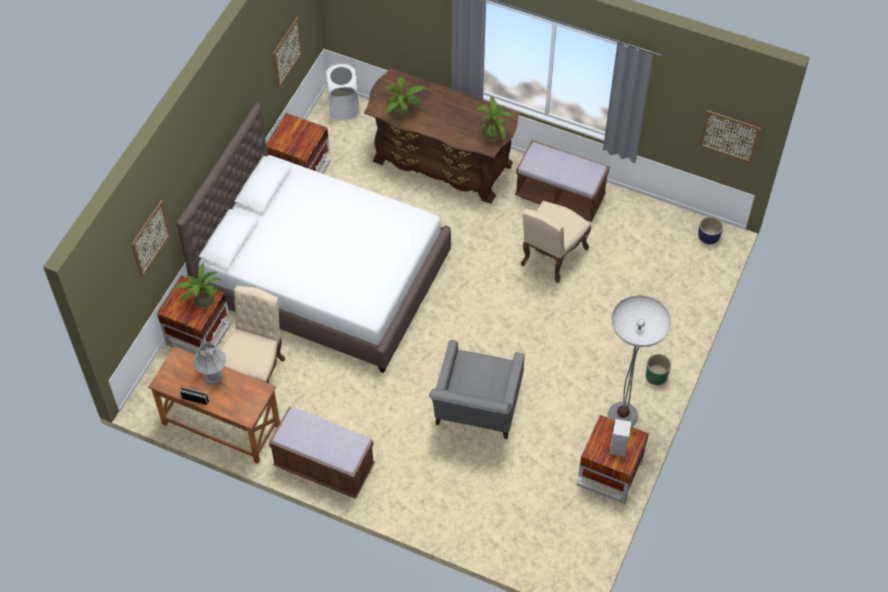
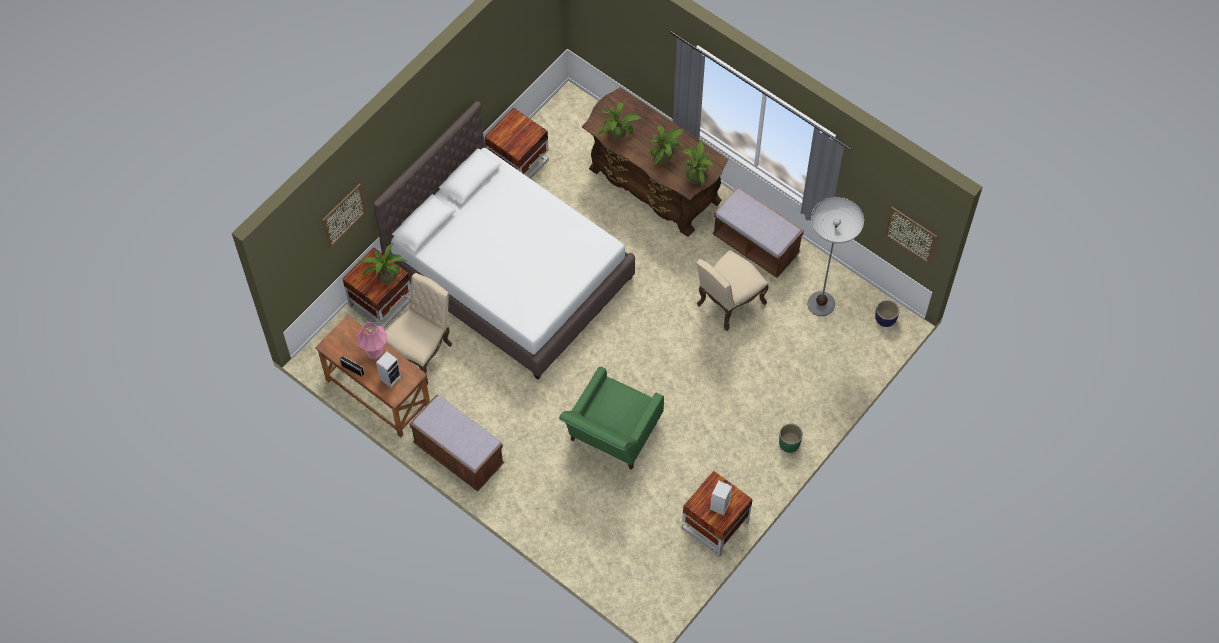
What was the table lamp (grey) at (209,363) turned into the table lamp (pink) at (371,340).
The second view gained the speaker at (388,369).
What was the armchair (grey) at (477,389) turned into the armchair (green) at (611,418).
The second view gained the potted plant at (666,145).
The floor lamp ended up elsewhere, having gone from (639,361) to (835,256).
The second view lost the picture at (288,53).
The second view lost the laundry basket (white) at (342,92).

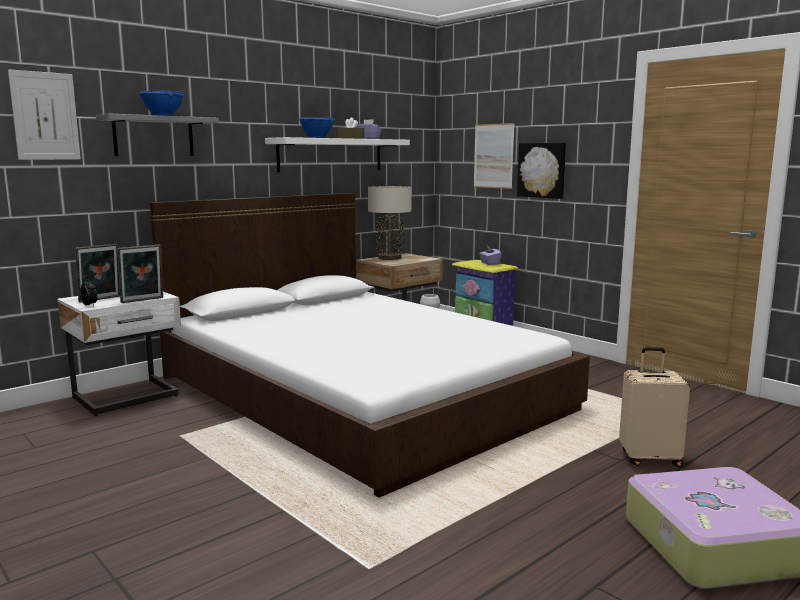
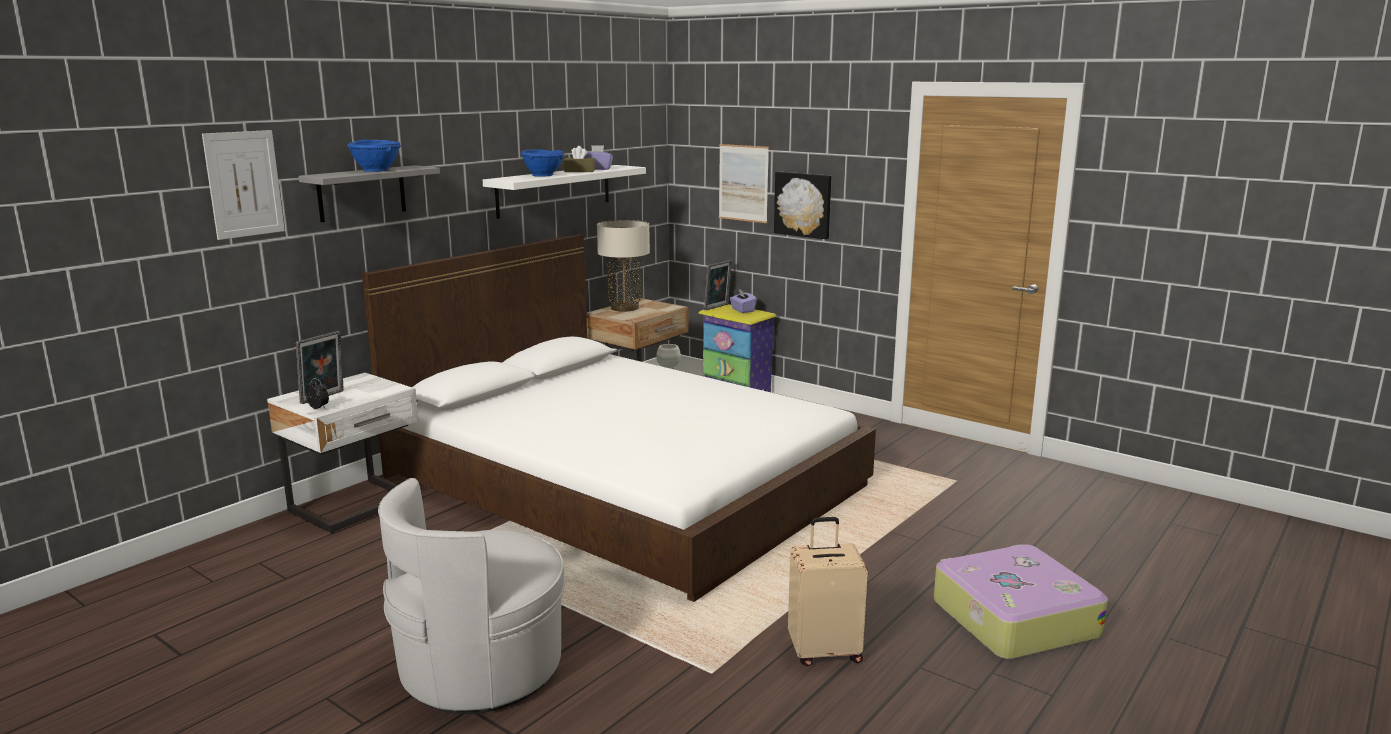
The second view gained the armchair (white) at (471,596).
The picture frame ended up elsewhere, having gone from (140,274) to (718,285).
The suitcase (beige) ended up elsewhere, having gone from (654,407) to (828,591).

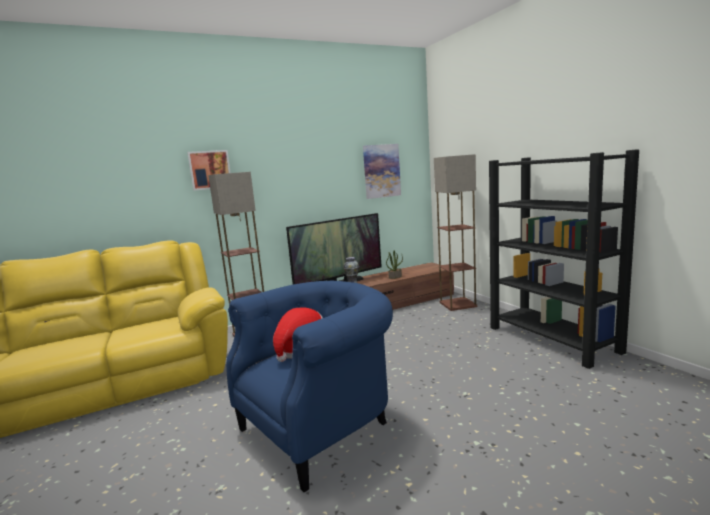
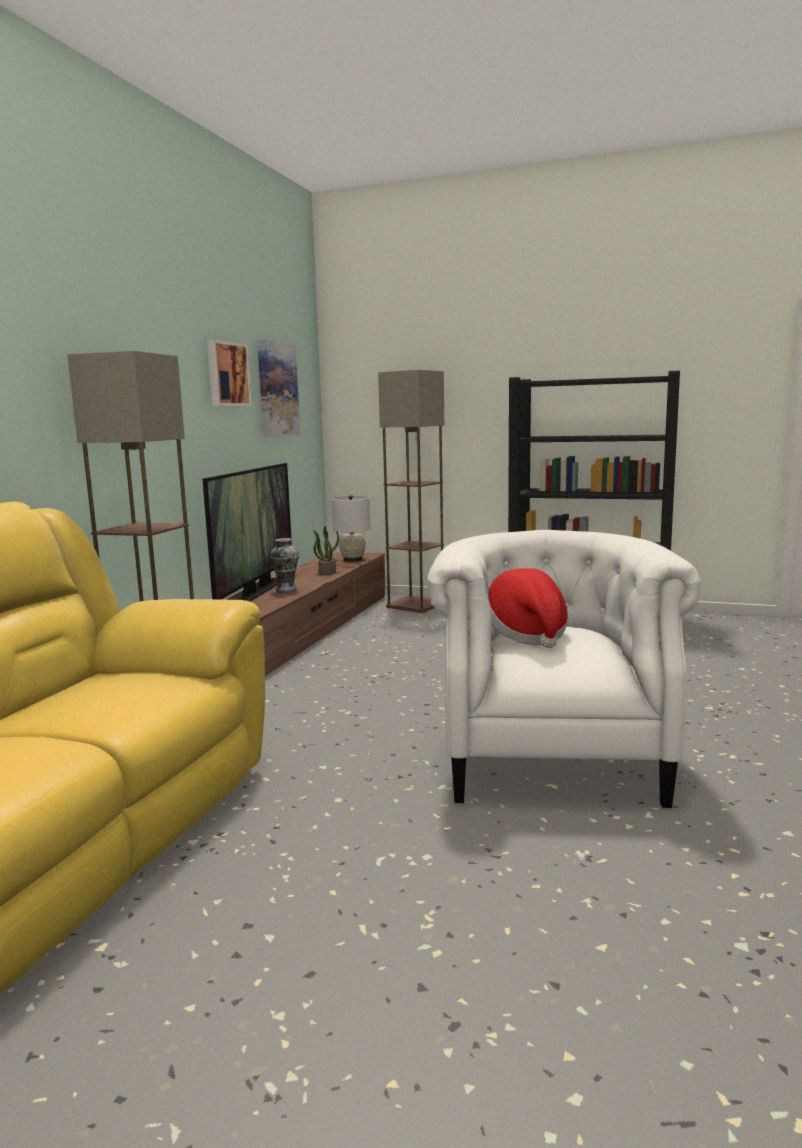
The picture ended up elsewhere, having gone from (209,170) to (229,373).
The second view gained the table lamp (white) at (351,528).
What was the armchair (blue) at (309,386) turned into the armchair (white) at (564,669).

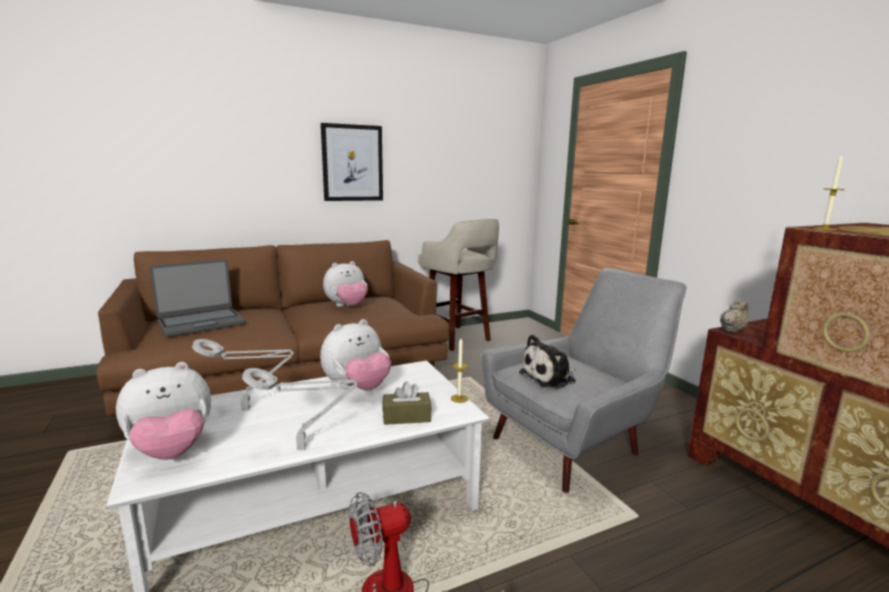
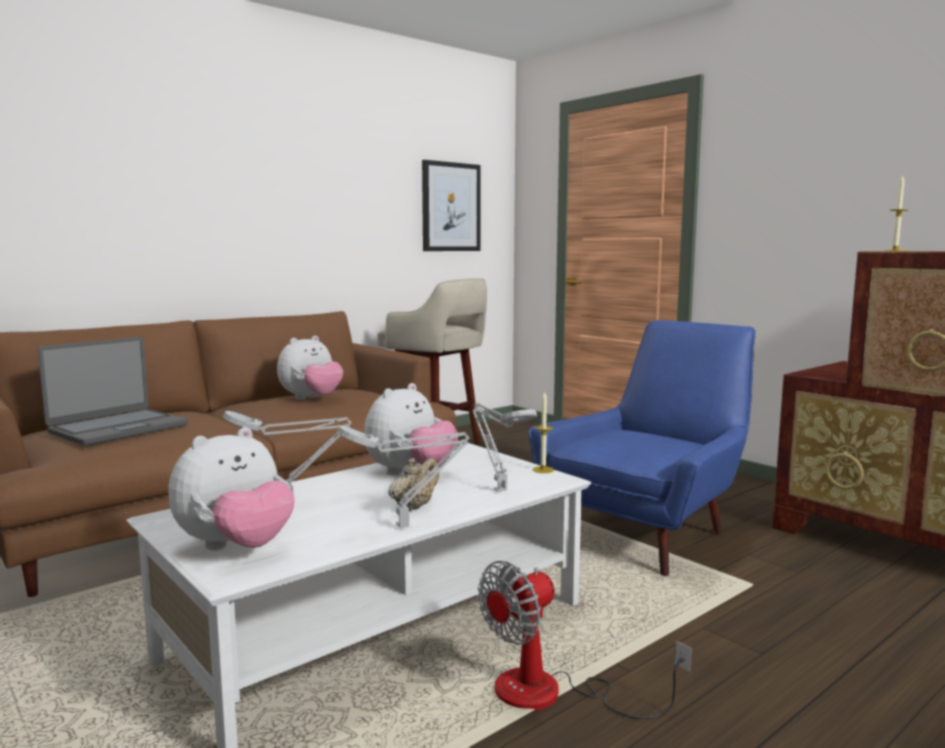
The teapot (beige) ended up elsewhere, having gone from (734,316) to (413,484).
The picture ended up elsewhere, having gone from (352,162) to (451,205).
Where the tissue box (brown) stood at (407,403), the table lamp (grey) came to stand at (504,447).
What was the armchair (grey) at (583,380) turned into the armchair (blue) at (642,448).
The second view lost the plush toy at (547,362).

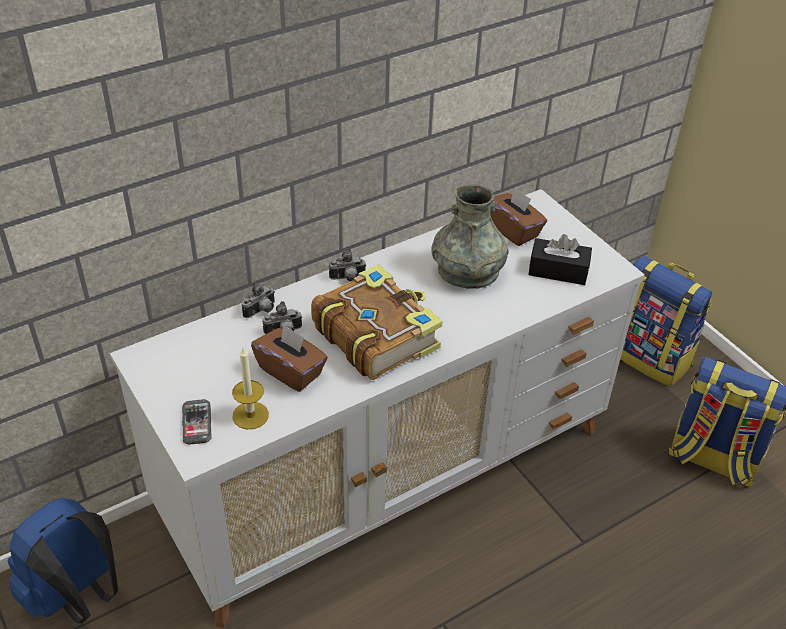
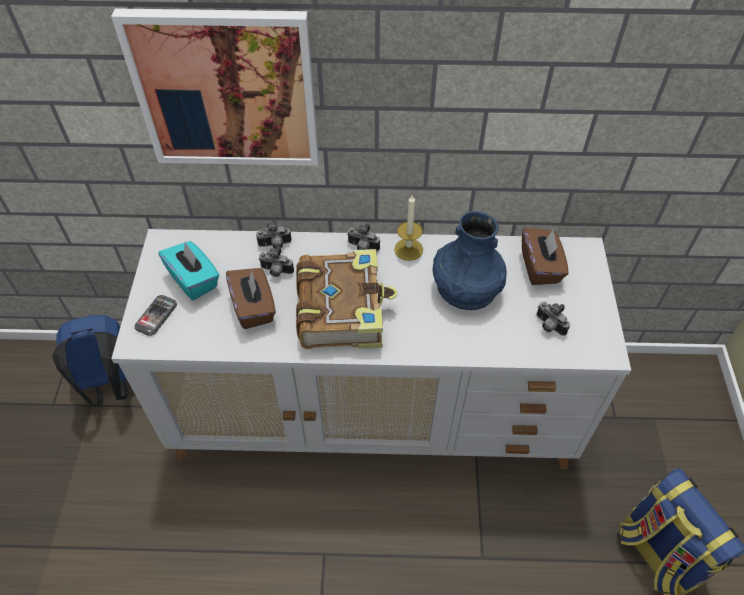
The second view gained the picture at (215,87).
The second view gained the tissue box (turquoise) at (188,270).
The candle ended up elsewhere, having gone from (250,388) to (408,228).
What was the vase (grey) at (469,236) turned into the vase (blue) at (469,260).
Where the tissue box (black) stood at (560,259), the photo camera came to stand at (553,319).
The second view lost the backpack at (666,321).

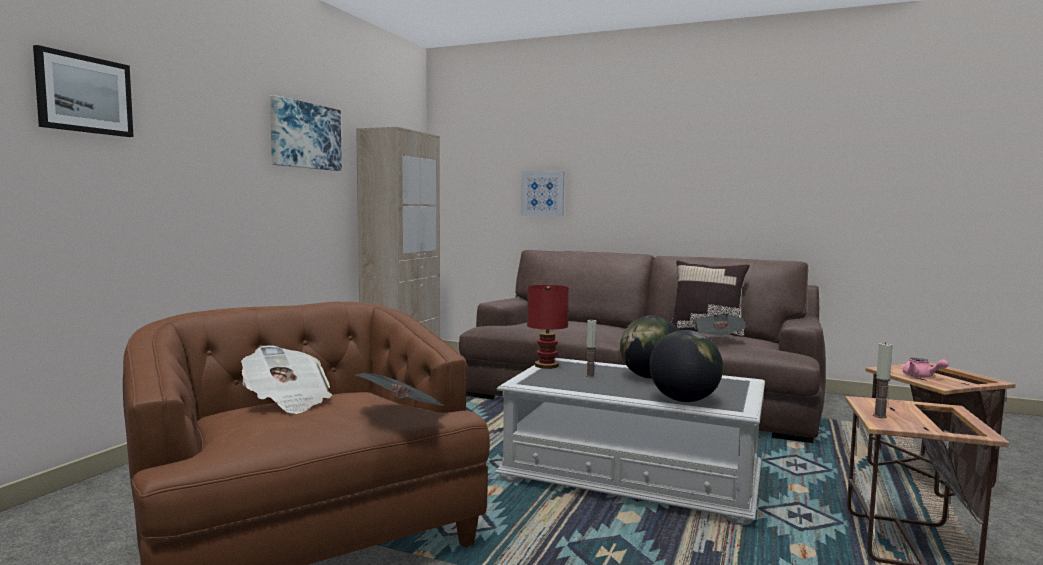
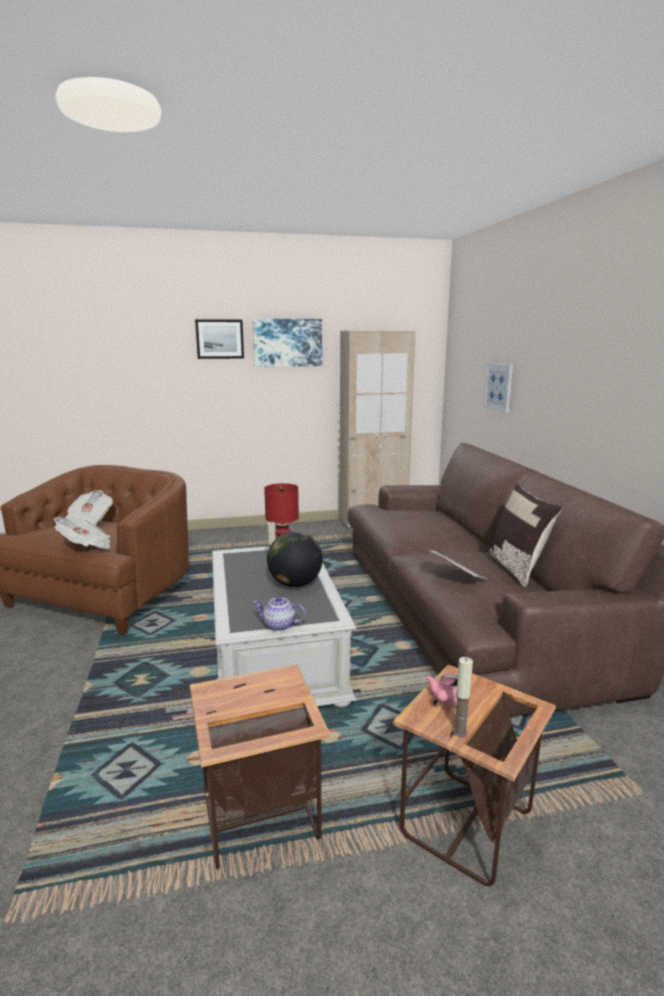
The picture ended up elsewhere, having gone from (83,91) to (219,339).
The second view gained the teapot at (279,613).
The candle ended up elsewhere, having gone from (882,380) to (463,697).
The second view lost the globe at (686,366).

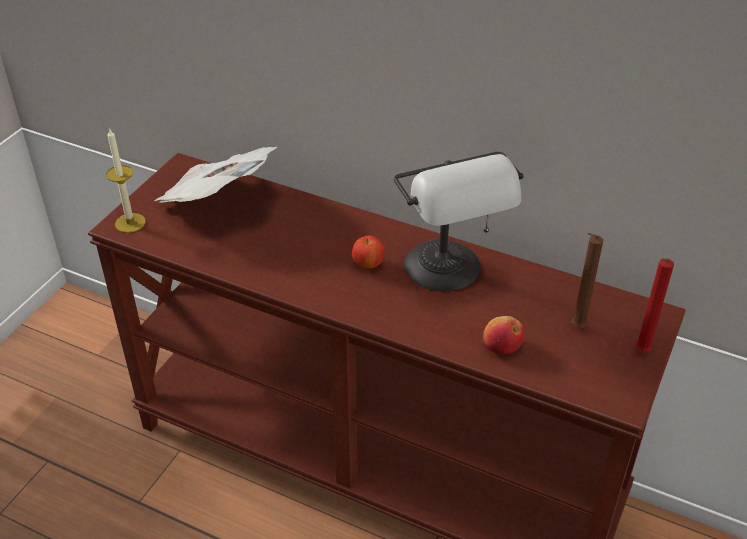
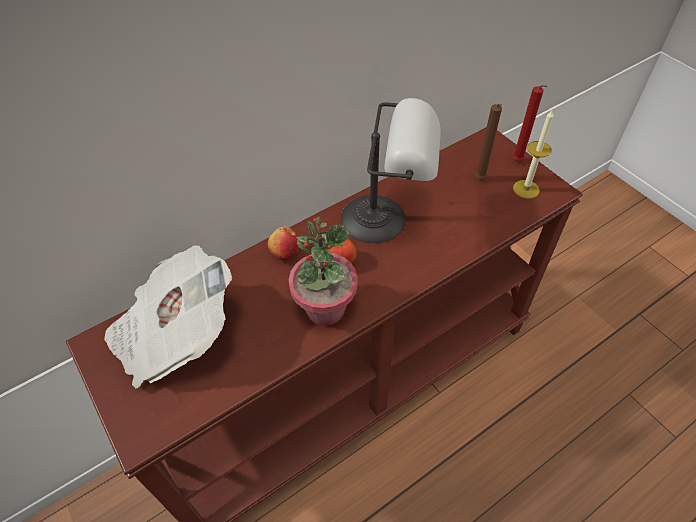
The apple ended up elsewhere, having gone from (503,335) to (283,243).
The second view gained the potted plant at (323,271).
The candle ended up elsewhere, having gone from (126,180) to (533,154).

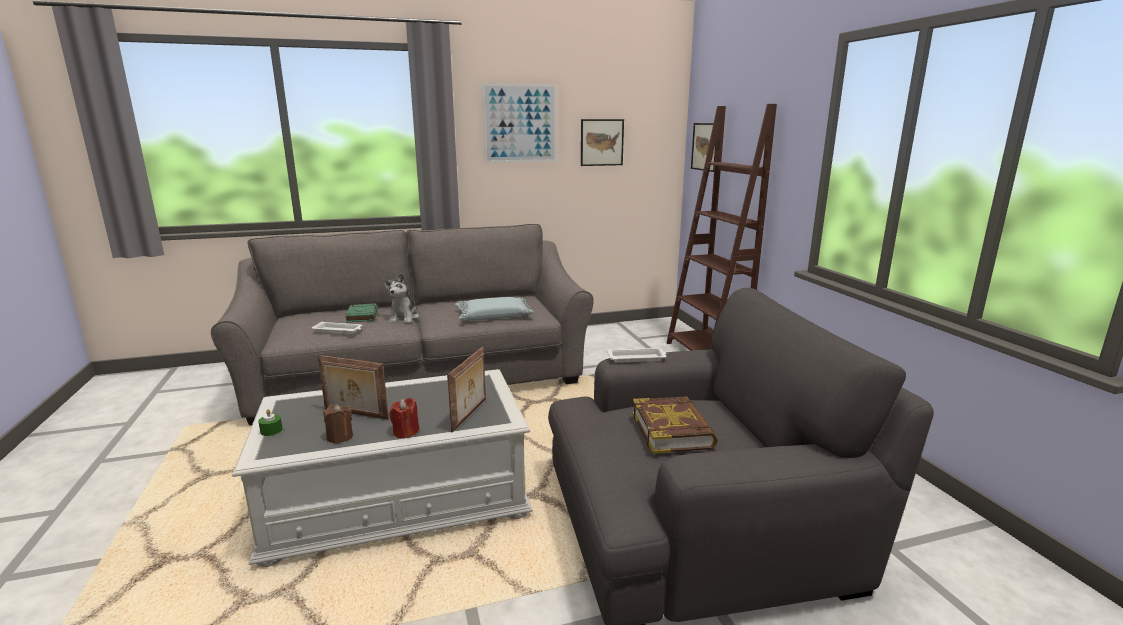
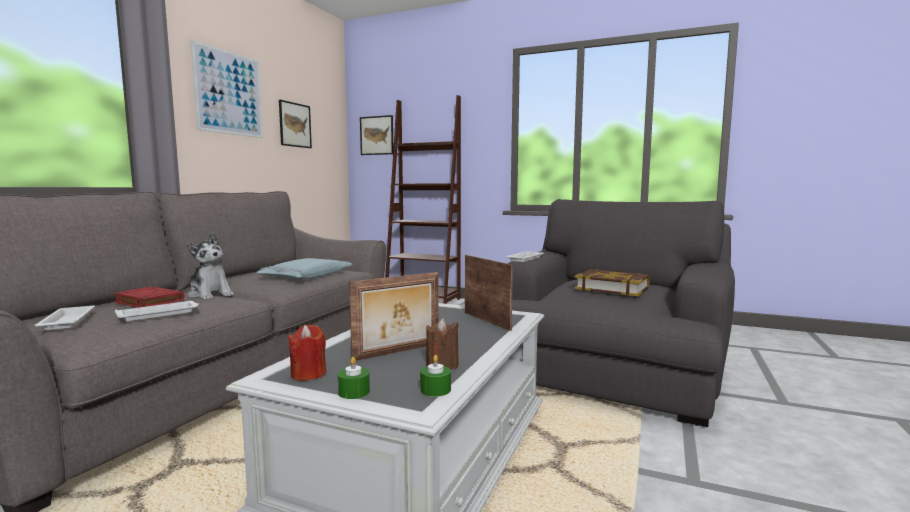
The second view gained the tray (white) at (65,318).
What was the book (green) at (361,313) turned into the book (red) at (148,297).
The candle (red) ended up elsewhere, having gone from (404,418) to (307,353).
The second view gained the candle (green) at (435,376).

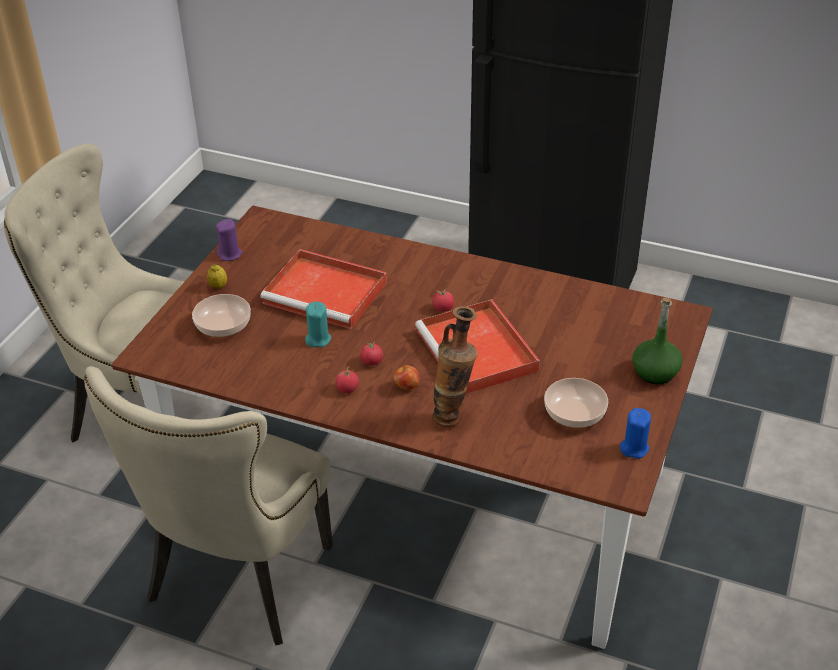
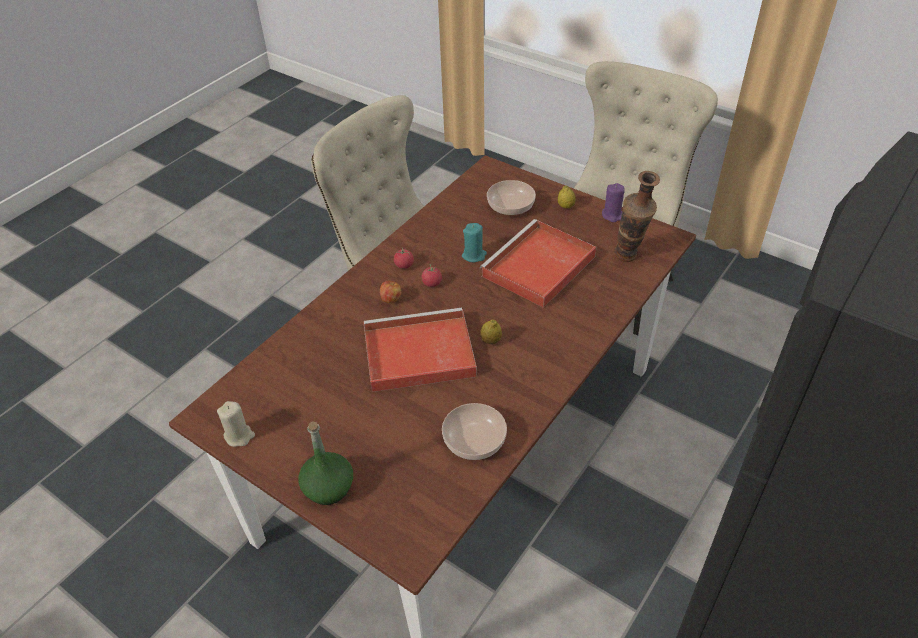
What was the candle (blue) at (635,433) turned into the candle (beige) at (236,424).
The bowl ended up elsewhere, having gone from (576,403) to (474,431).
Where the tomato stood at (443,301), the lemon came to stand at (491,332).
The vase ended up elsewhere, having gone from (455,366) to (637,216).

